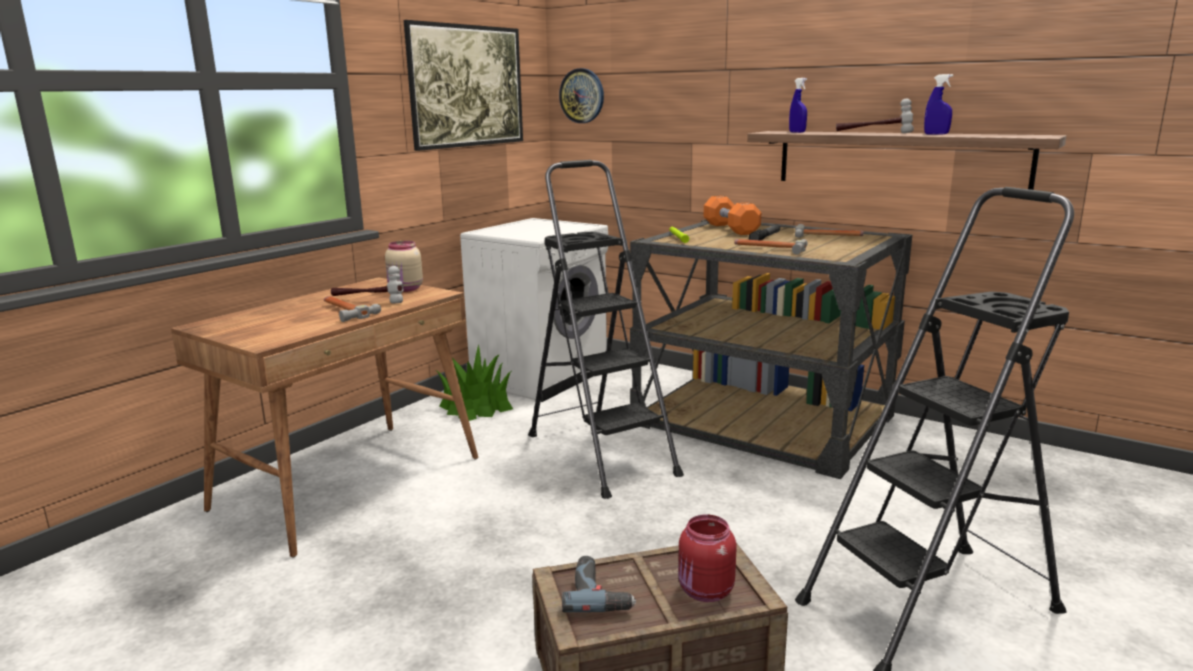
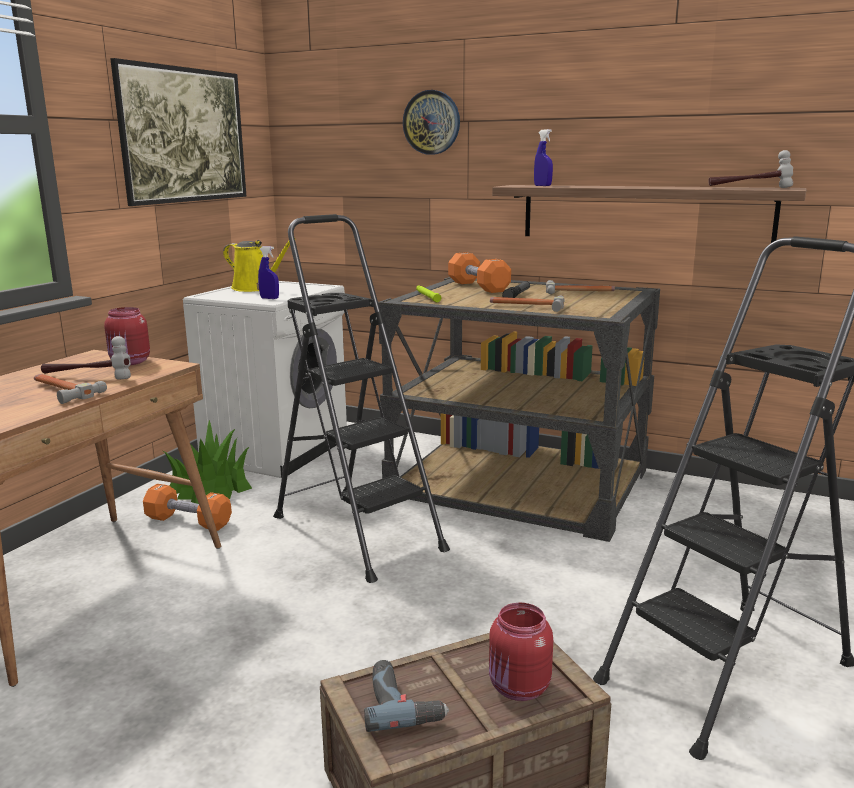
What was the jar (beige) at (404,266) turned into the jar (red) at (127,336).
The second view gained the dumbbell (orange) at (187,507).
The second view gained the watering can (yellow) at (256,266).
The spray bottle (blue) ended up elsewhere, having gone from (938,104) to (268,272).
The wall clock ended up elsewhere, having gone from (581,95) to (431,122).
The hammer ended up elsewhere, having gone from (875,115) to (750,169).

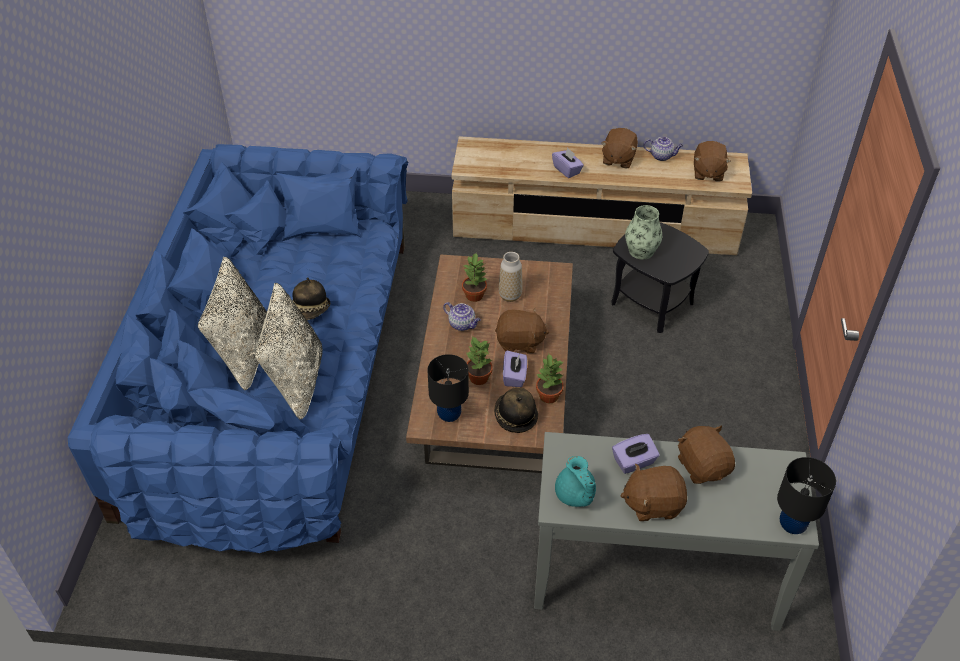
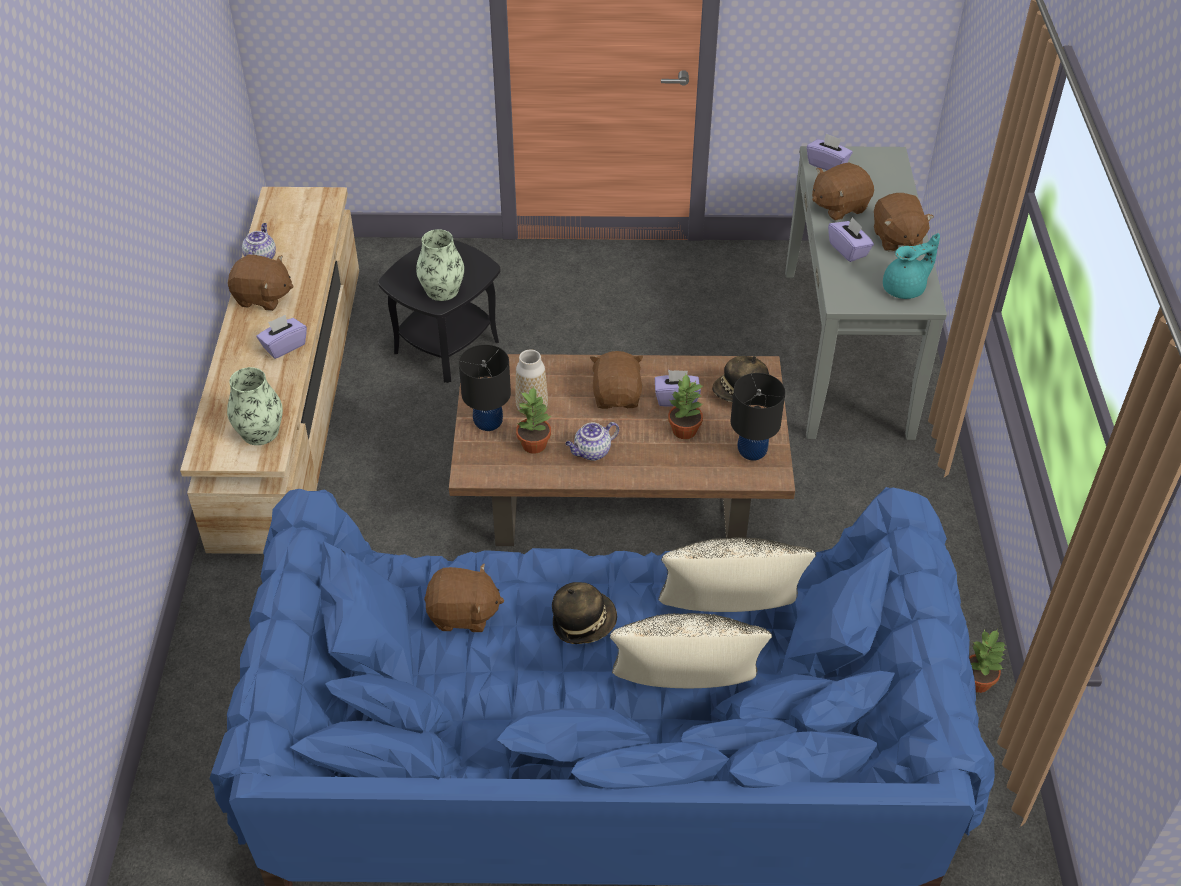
The second view gained the vase at (255,406).
The plush toy (brown) ended up elsewhere, having gone from (712,161) to (464,598).
The table lamp (black) ended up elsewhere, having gone from (806,495) to (485,387).
The teapot at (462,316) ended up facing another way, 150 degrees counterclockwise from before.
The second view gained the tissue box (purple) at (830,151).
The potted plant ended up elsewhere, having gone from (550,379) to (988,661).

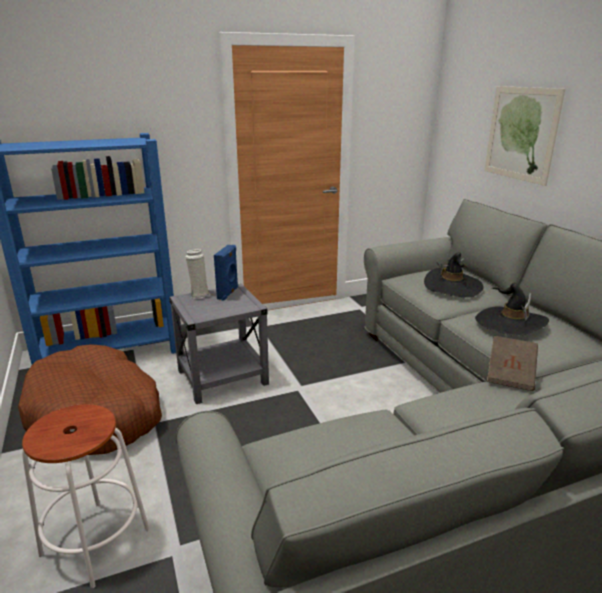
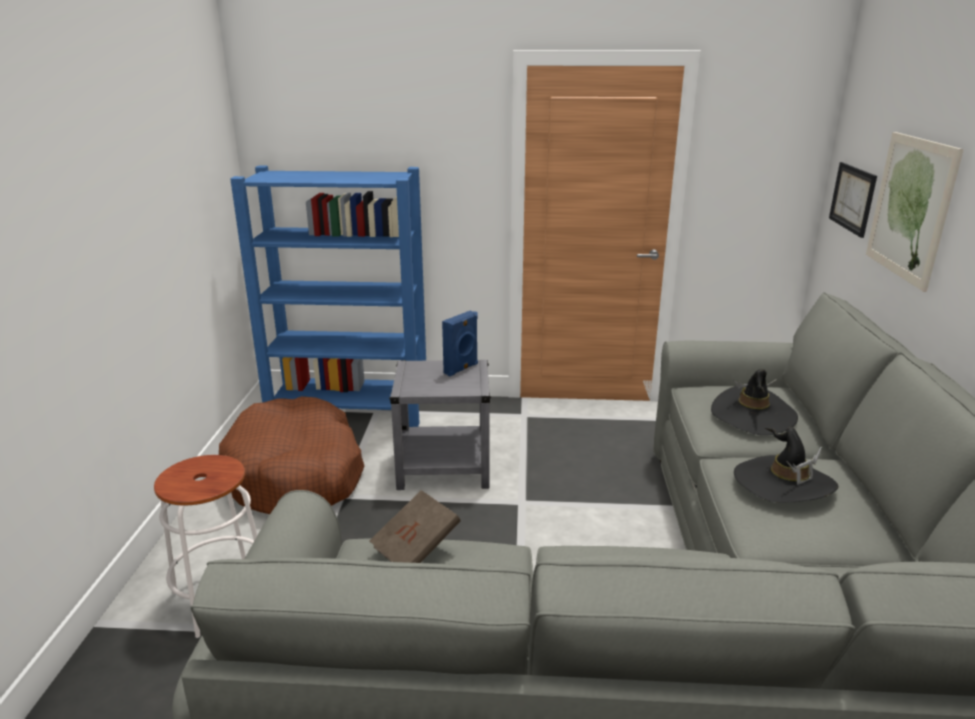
The book (brown) ended up elsewhere, having gone from (512,363) to (415,526).
The second view gained the picture at (853,200).
The second view lost the vase (white) at (197,273).

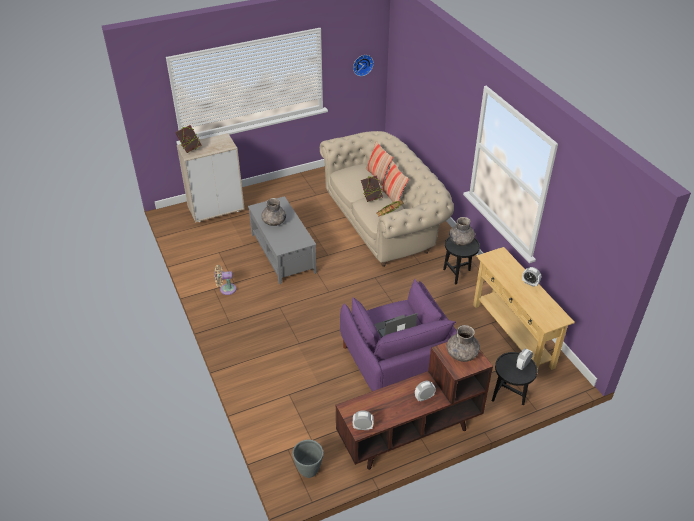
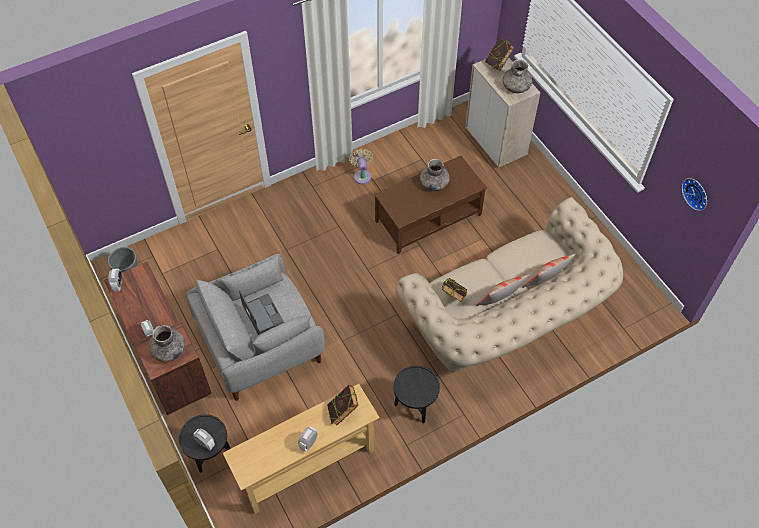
What was the armchair (purple) at (398,335) turned into the armchair (grey) at (255,327).
The book ended up elsewhere, having gone from (372,188) to (342,405).
What was the coffee table (grey) at (282,240) turned into the coffee table (brown) at (430,205).
The vase (grey) ended up elsewhere, having gone from (462,231) to (517,76).

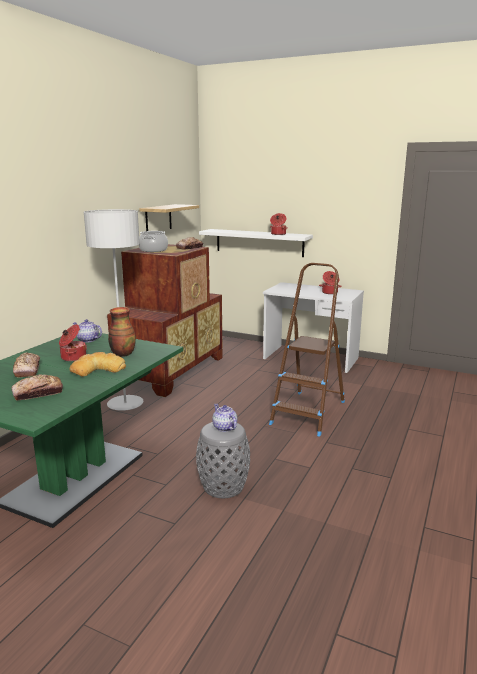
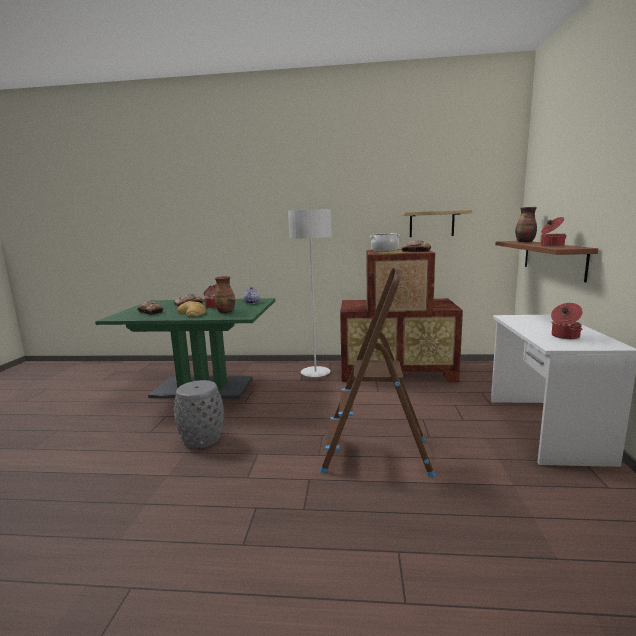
What was the shelf (white) at (256,243) turned into the shelf (brown) at (546,261).
The second view gained the vase at (526,225).
The second view lost the teapot at (224,418).

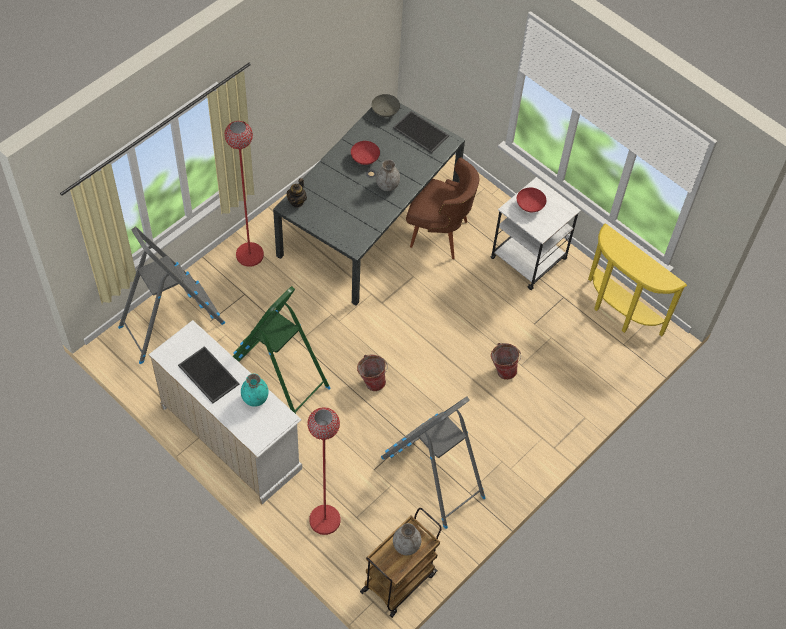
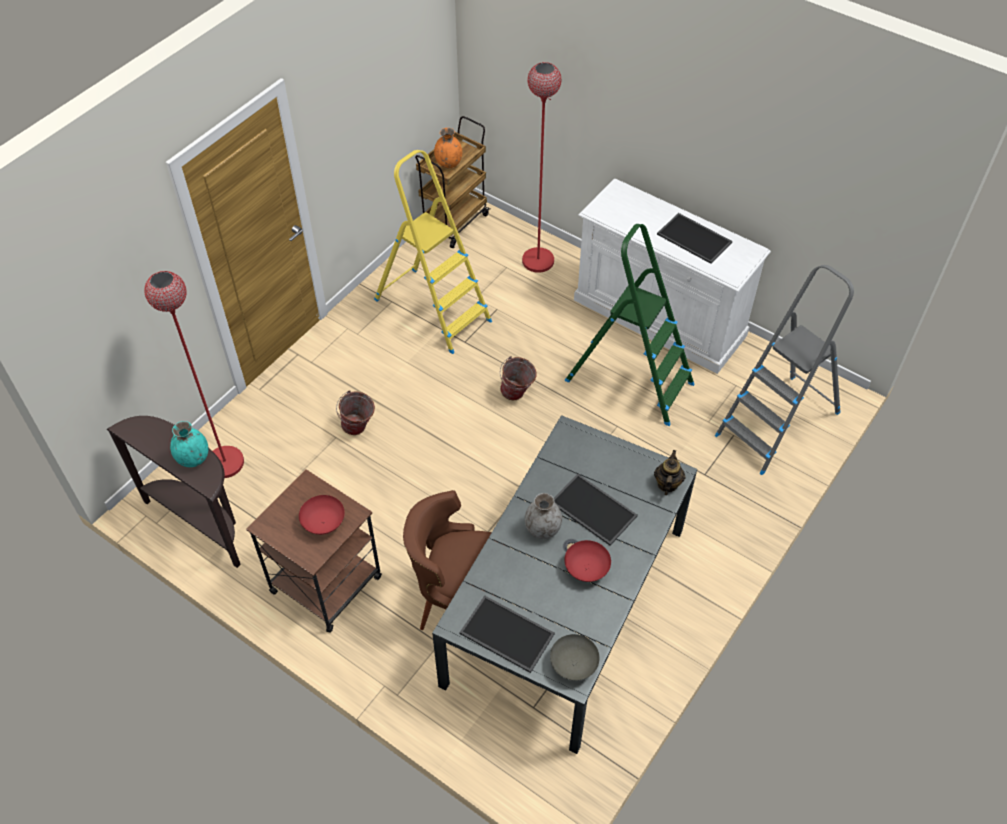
What was the console table (yellow) at (637,280) turned into the console table (brown) at (174,492).
The floor lamp (red) ended up elsewhere, having gone from (244,194) to (194,374).
The vase (turquoise) ended up elsewhere, having gone from (255,390) to (189,444).
What was the cart (white) at (535,233) turned into the cart (brown) at (314,551).
What was the step ladder (grey) at (433,463) turned into the step ladder (yellow) at (433,252).
What was the vase (grey) at (407,539) turned into the vase (orange) at (448,148).
The second view gained the tray at (596,510).

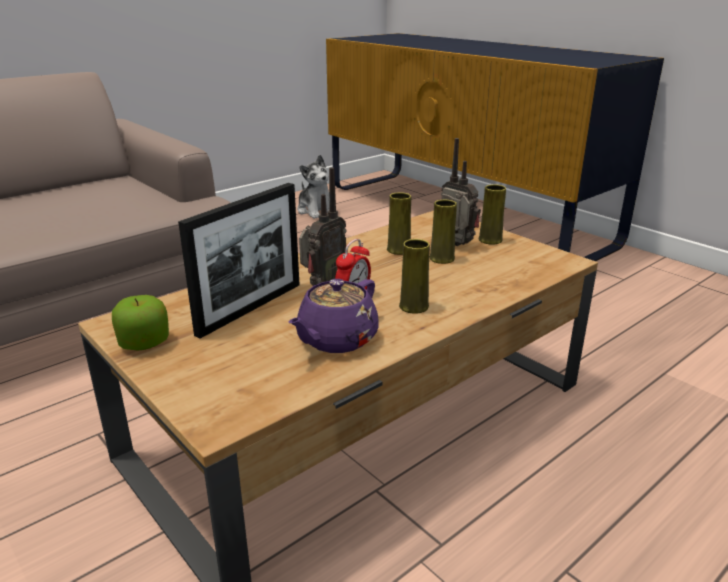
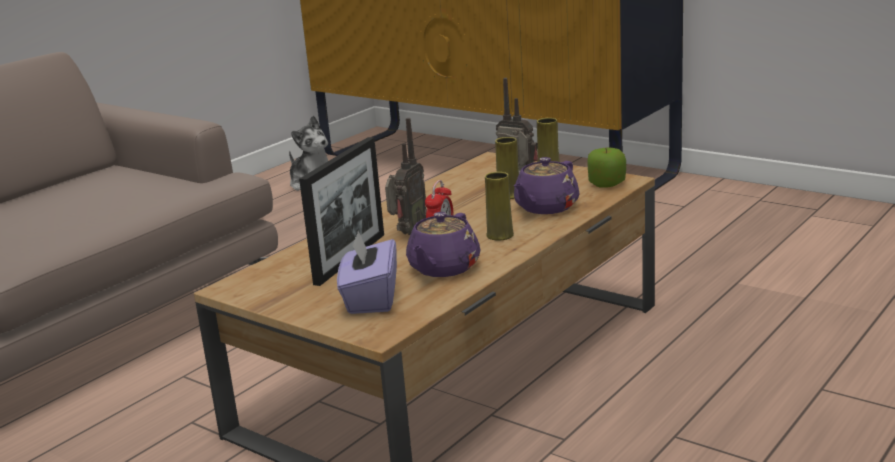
The second view gained the tissue box (purple) at (367,272).
The second view gained the teapot (purple) at (546,185).
The apple ended up elsewhere, having gone from (140,322) to (606,167).
The second view lost the vase (yellow) at (399,223).

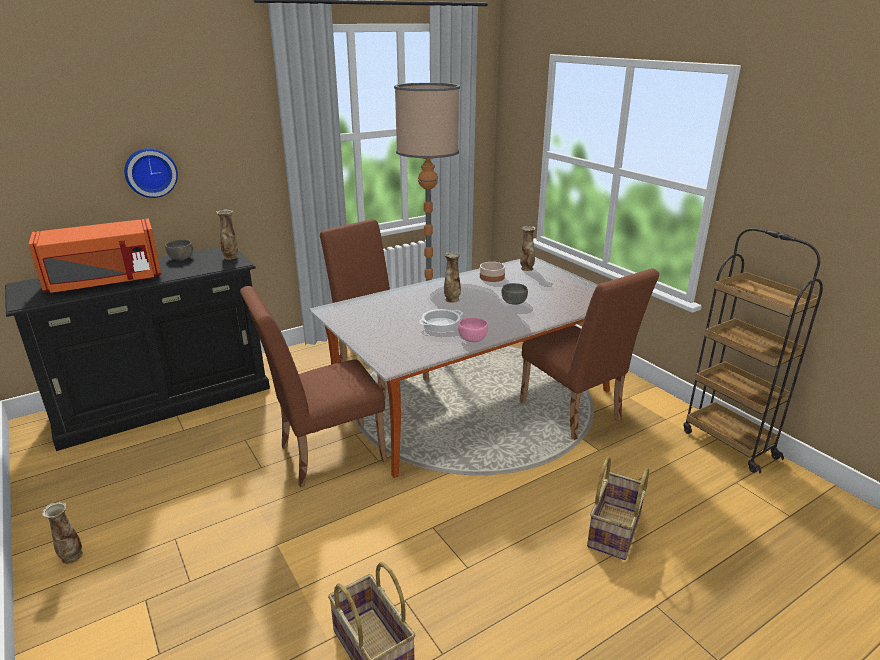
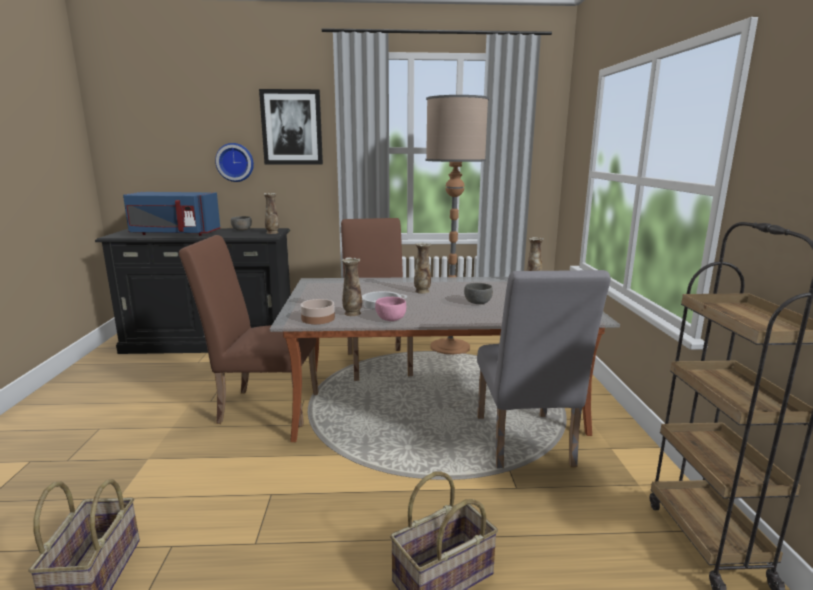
What was the microwave (orange) at (94,255) turned into the microwave (blue) at (171,214).
The second view gained the picture at (291,127).
The bowl ended up elsewhere, having gone from (492,272) to (318,311).
The vase ended up elsewhere, having gone from (62,533) to (352,286).
What was the chair (brown) at (589,354) turned into the chair (grey) at (544,369).

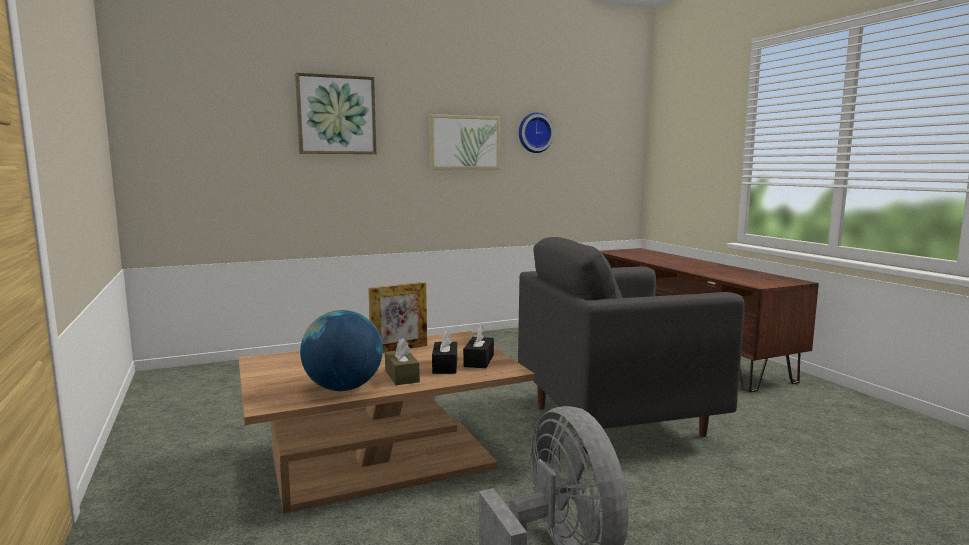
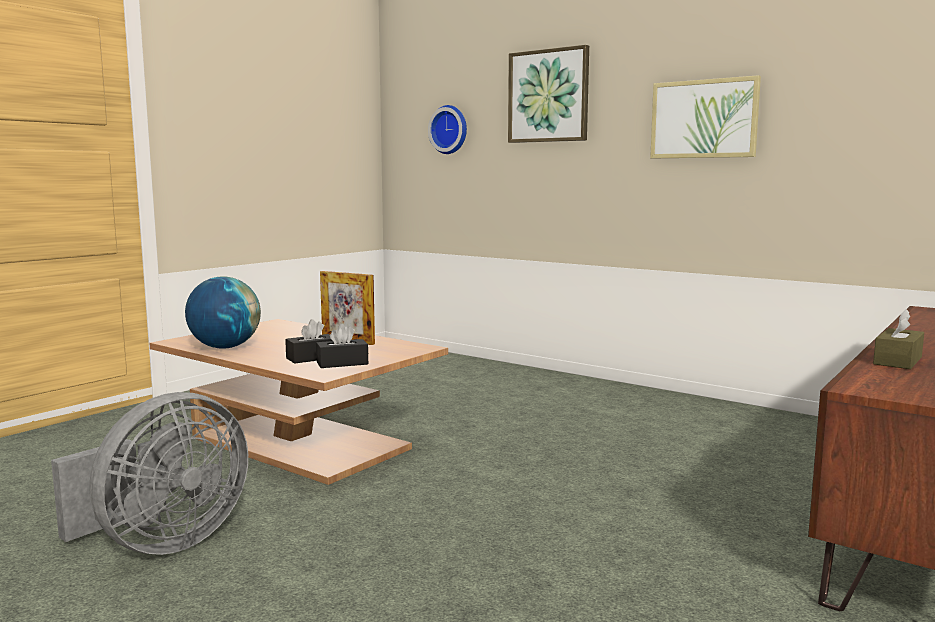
The wall clock ended up elsewhere, having gone from (536,132) to (447,129).
The tissue box (brown) ended up elsewhere, having gone from (402,361) to (898,339).
The second view lost the armchair (grey) at (631,345).

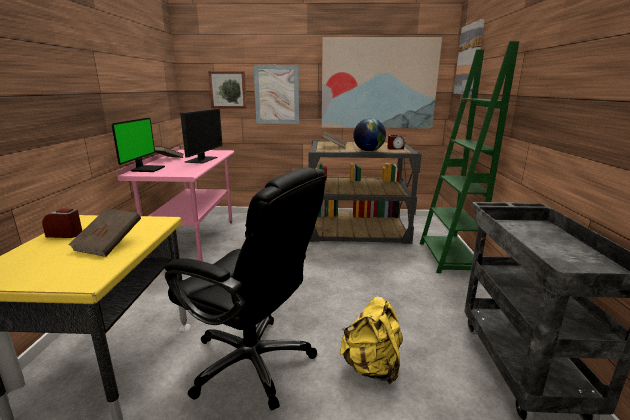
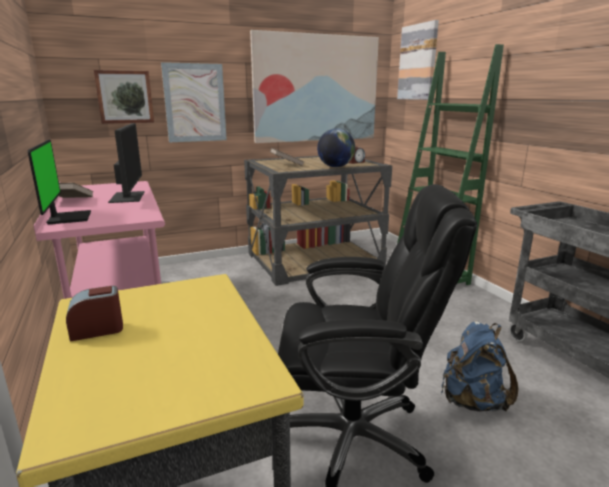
What was the backpack (yellow) at (371,340) turned into the backpack (blue) at (479,366).
The second view lost the book (brown) at (104,232).

